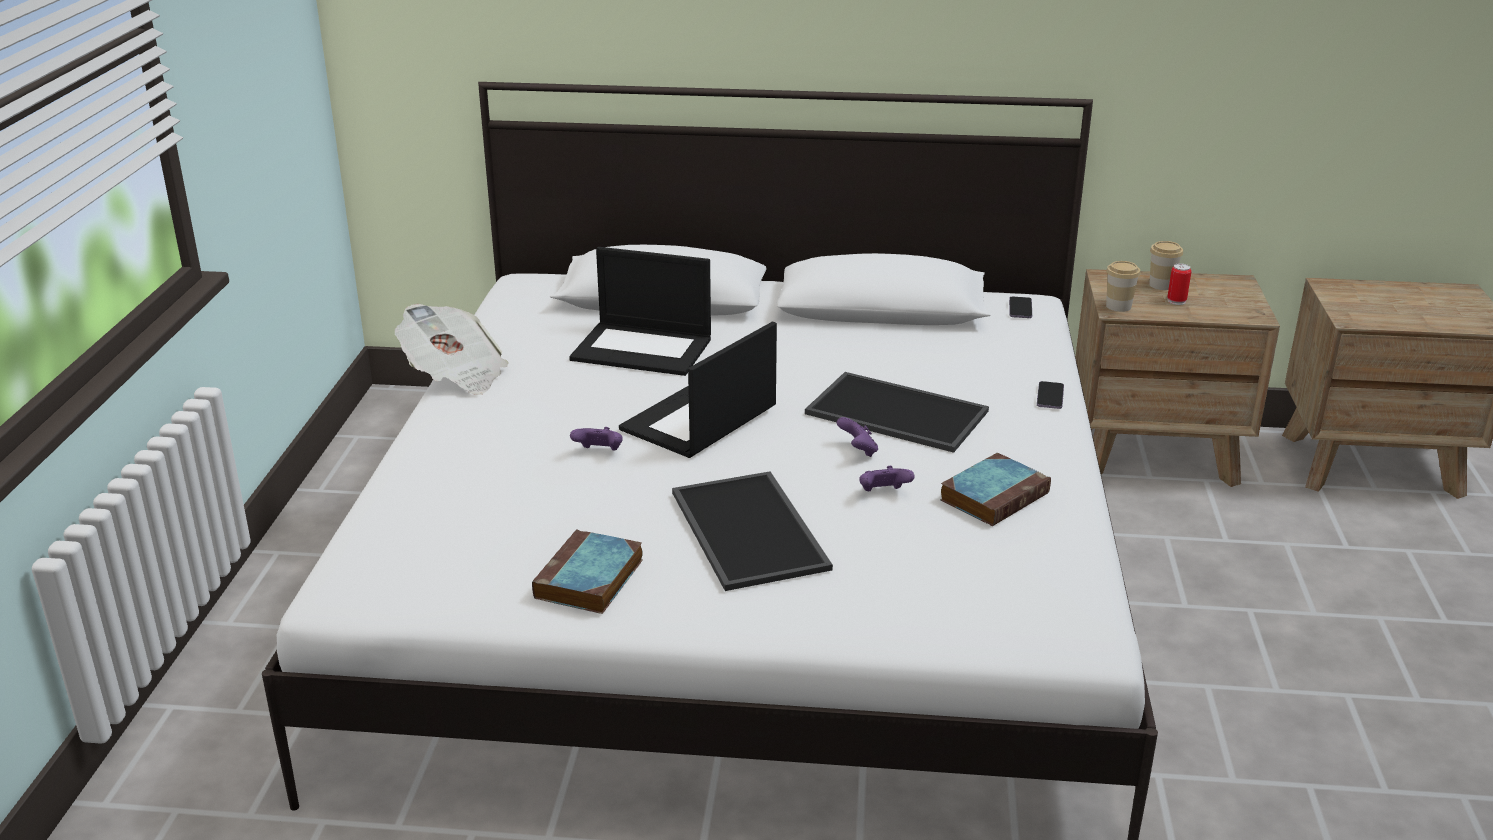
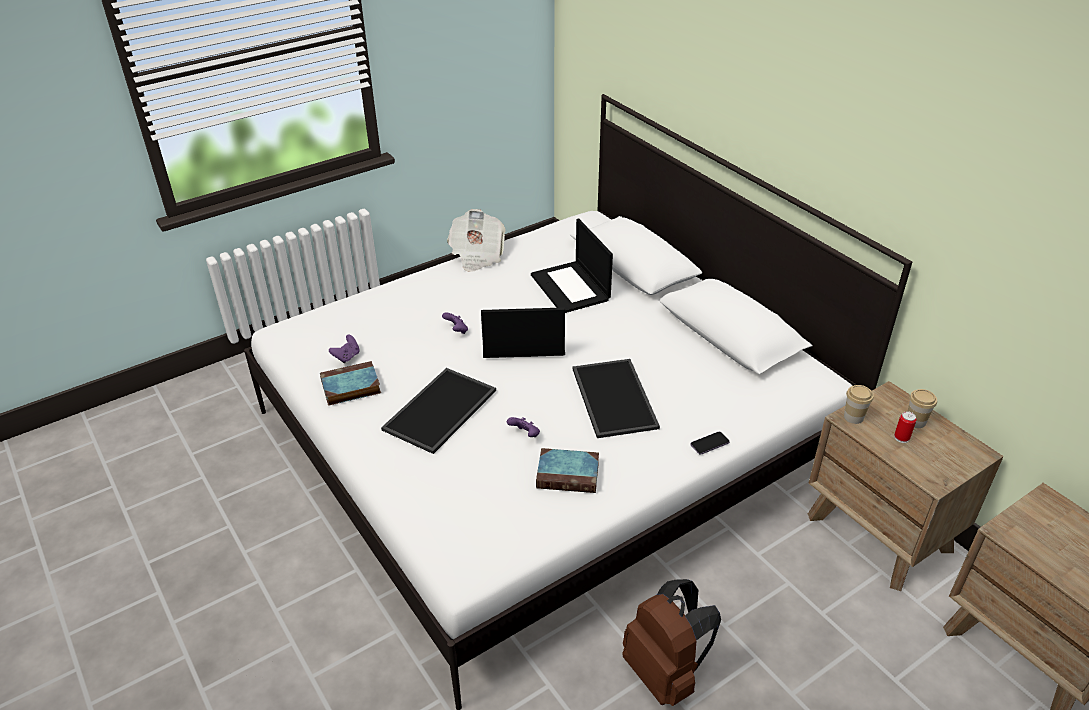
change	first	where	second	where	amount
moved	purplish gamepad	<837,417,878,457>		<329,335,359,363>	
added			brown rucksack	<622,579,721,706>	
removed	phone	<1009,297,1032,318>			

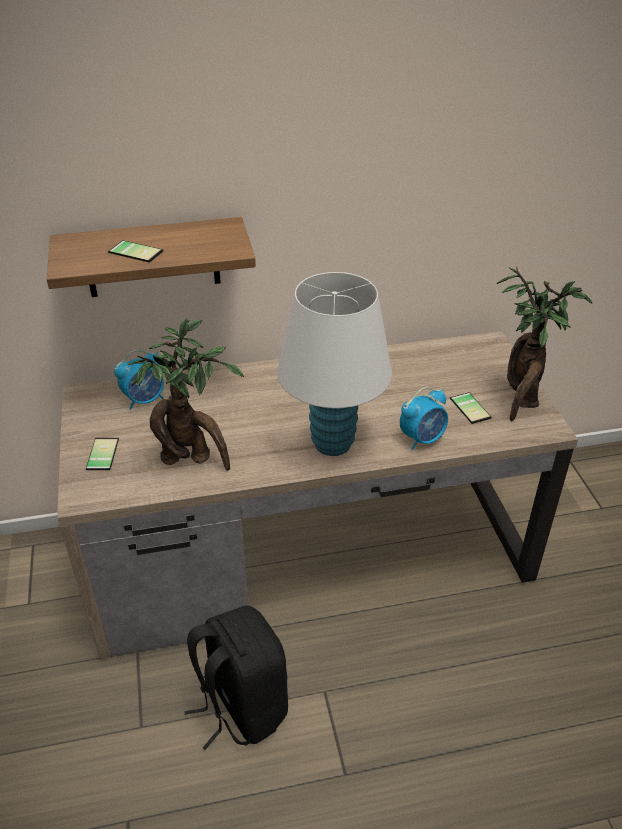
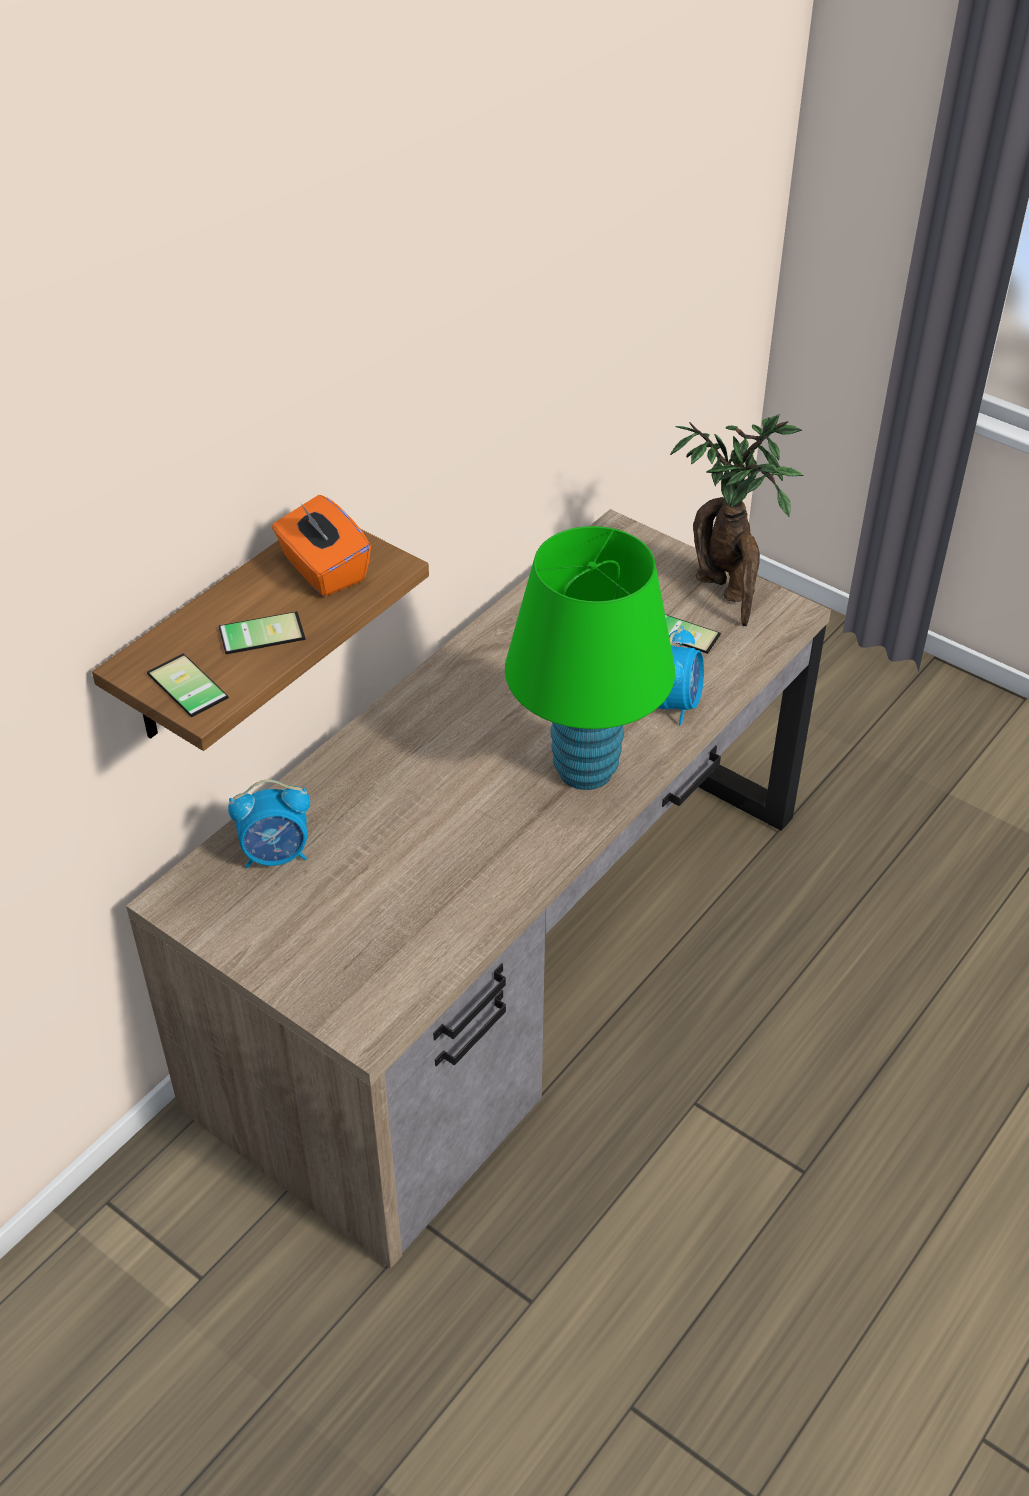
change	first	where	second	where	amount
moved	phone	<86,438,119,470>		<147,653,229,718>	
turned	table clock	<114,350,164,410>		<228,779,310,869>	60 degrees clockwise
added			orange box of tissues	<272,495,371,596>	
recoloured	white-coloured tabletop lamp	<277,272,392,456>	green-coloured tabletop lamp	<505,526,675,790>	
removed	potted plant	<128,317,244,471>			
removed	black rucksack	<184,605,288,750>			

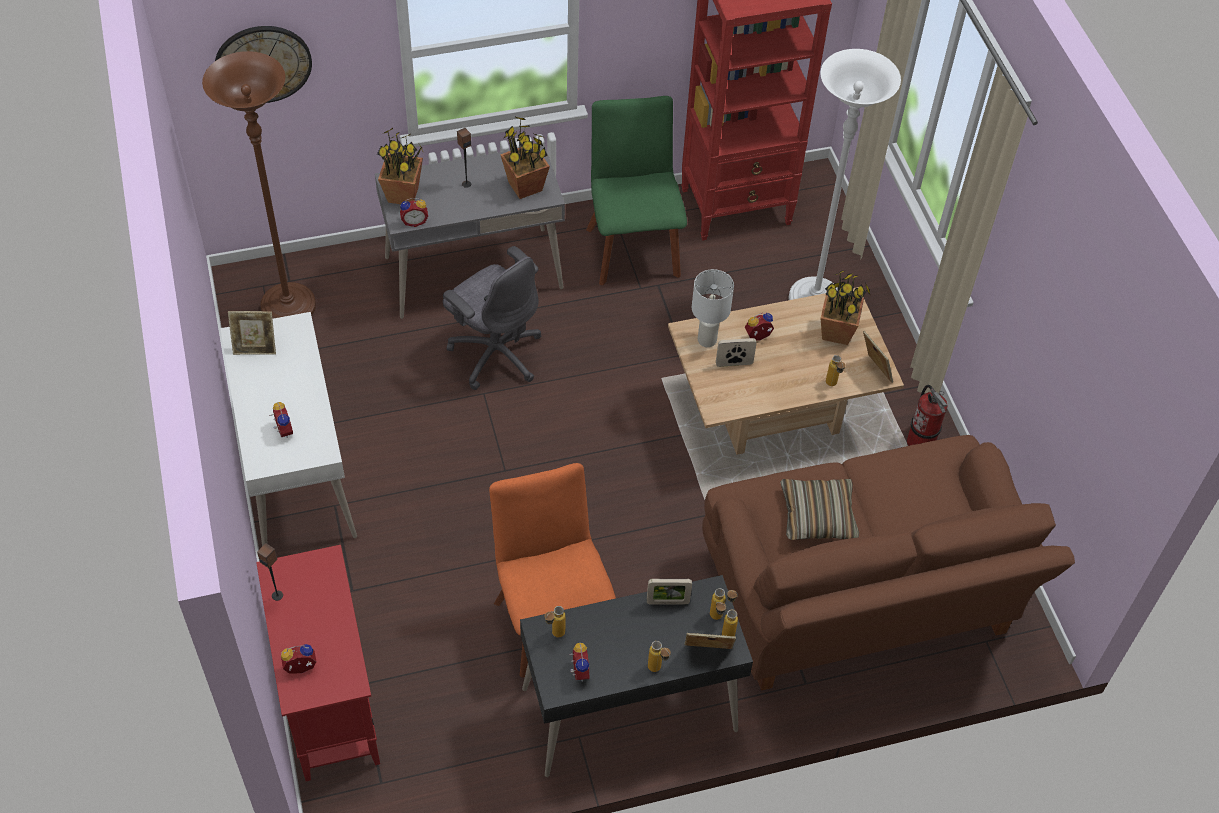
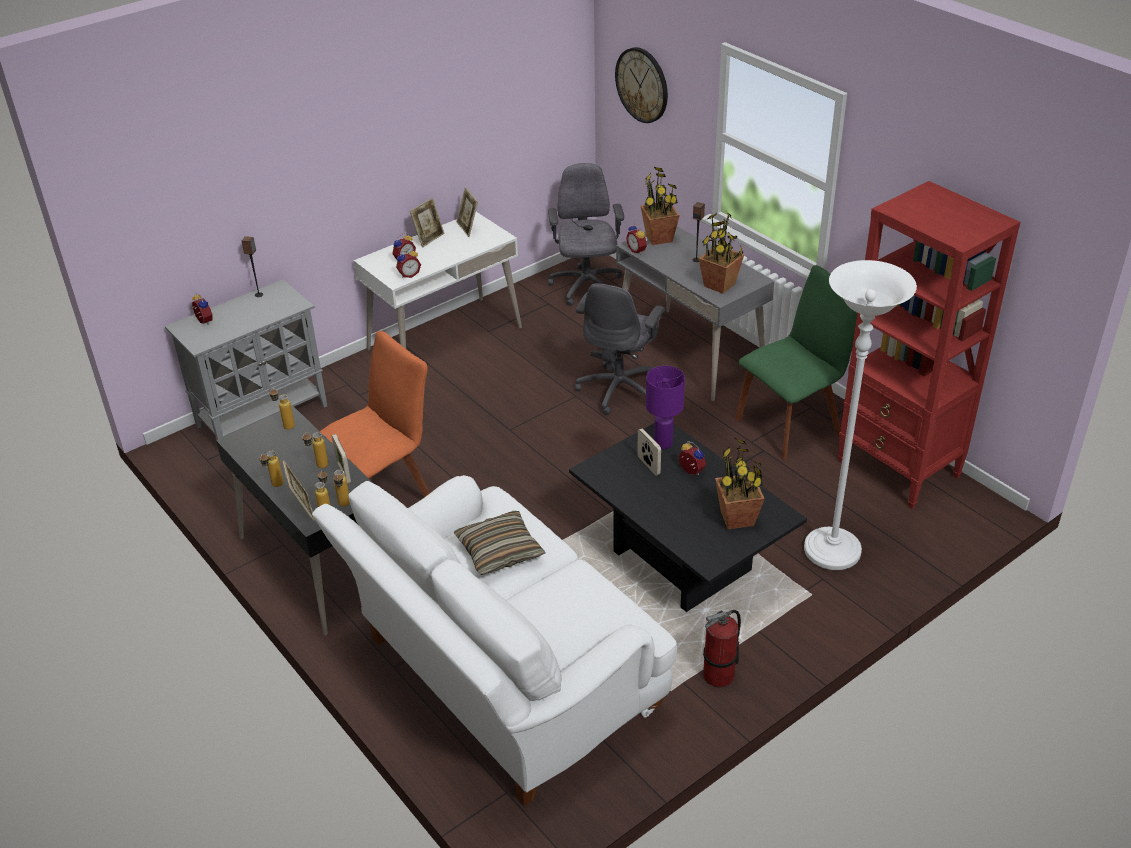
change	first	where	second	where	amount
recoloured	red-coloured cabinet	<256,545,380,781>	greyish cabinet	<165,280,327,440>	
moved	beverage bottle	<826,355,845,386>		<302,432,328,468>	
recoloured	brown sofa	<702,435,1075,691>	white-coloured sofa	<312,475,677,806>	
moved	table clock	<569,643,589,682>		<396,248,421,278>	
moved	photo frame	<863,331,893,383>		<410,198,444,247>	
replaced	brown standard lamp	<202,51,316,319>	greyish office chair	<548,163,624,306>	
recoloured	sand-coloured low table	<668,287,904,455>	black low table	<569,423,807,612>	
recoloured	white-coloured tabletop lamp	<692,269,734,347>	purplish tabletop lamp	<646,366,685,449>	

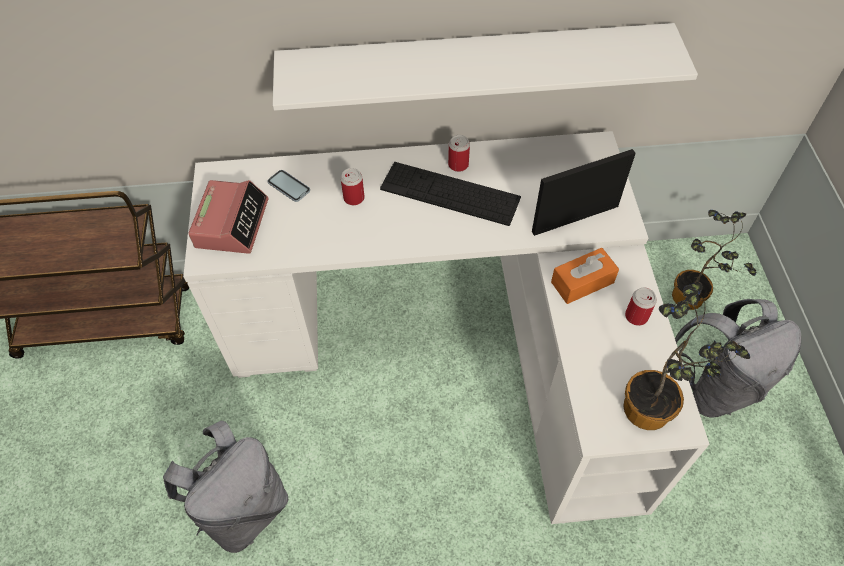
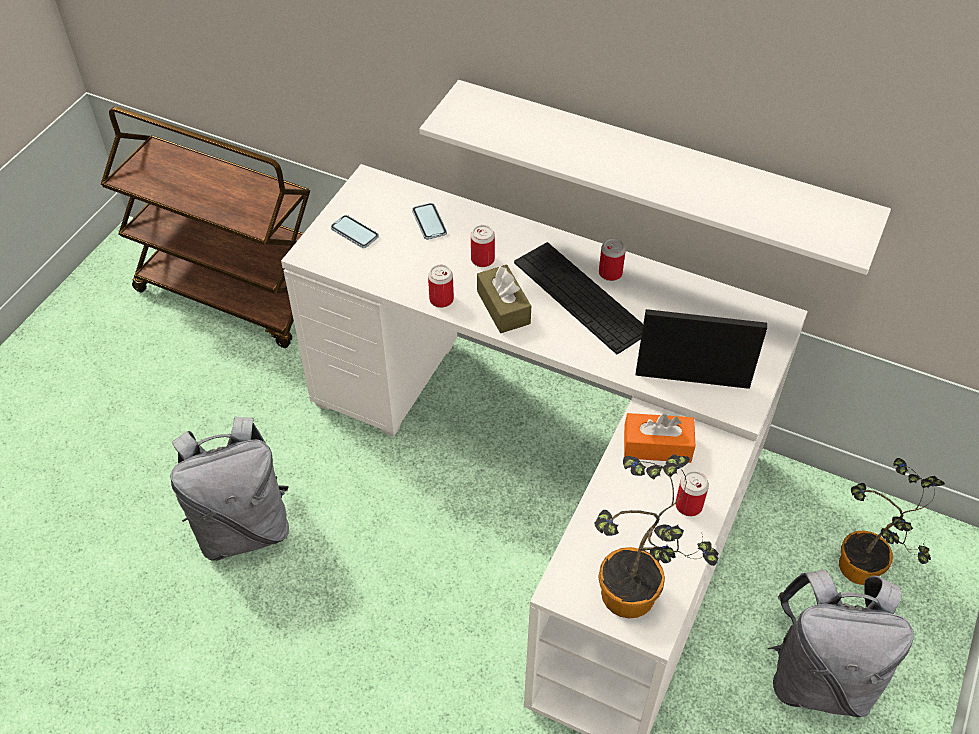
change	first	where	second	where	amount
replaced	table clock	<188,180,269,254>	phone	<331,215,379,248>	
added			metal can	<428,265,454,308>	
added			brown box of tissues	<477,265,531,333>	

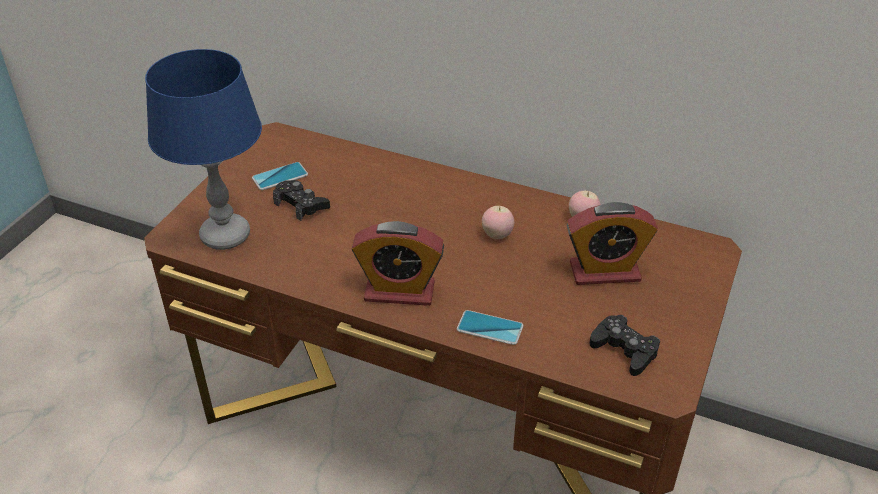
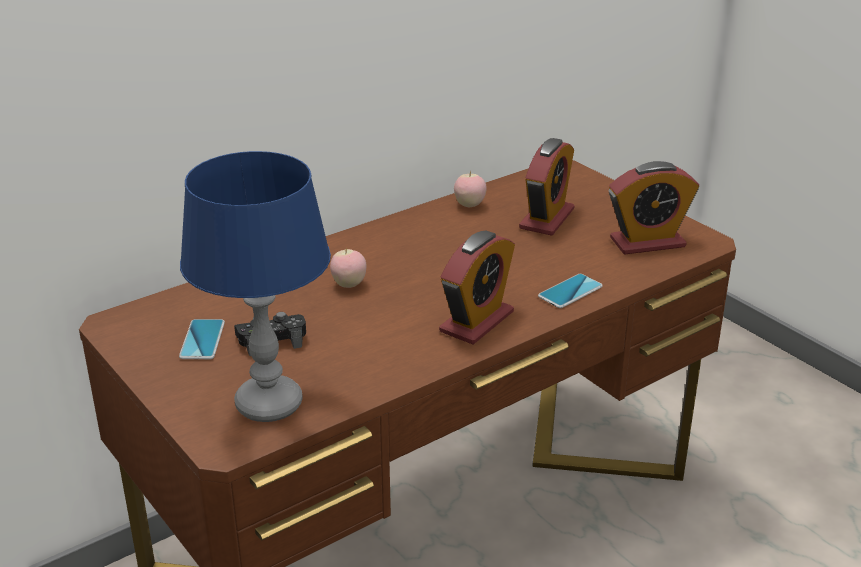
change	first	where	second	where	amount
moved	apple	<482,206,514,239>		<330,247,366,288>	
replaced	black gamepad	<589,315,660,376>	table clock	<609,161,699,255>	

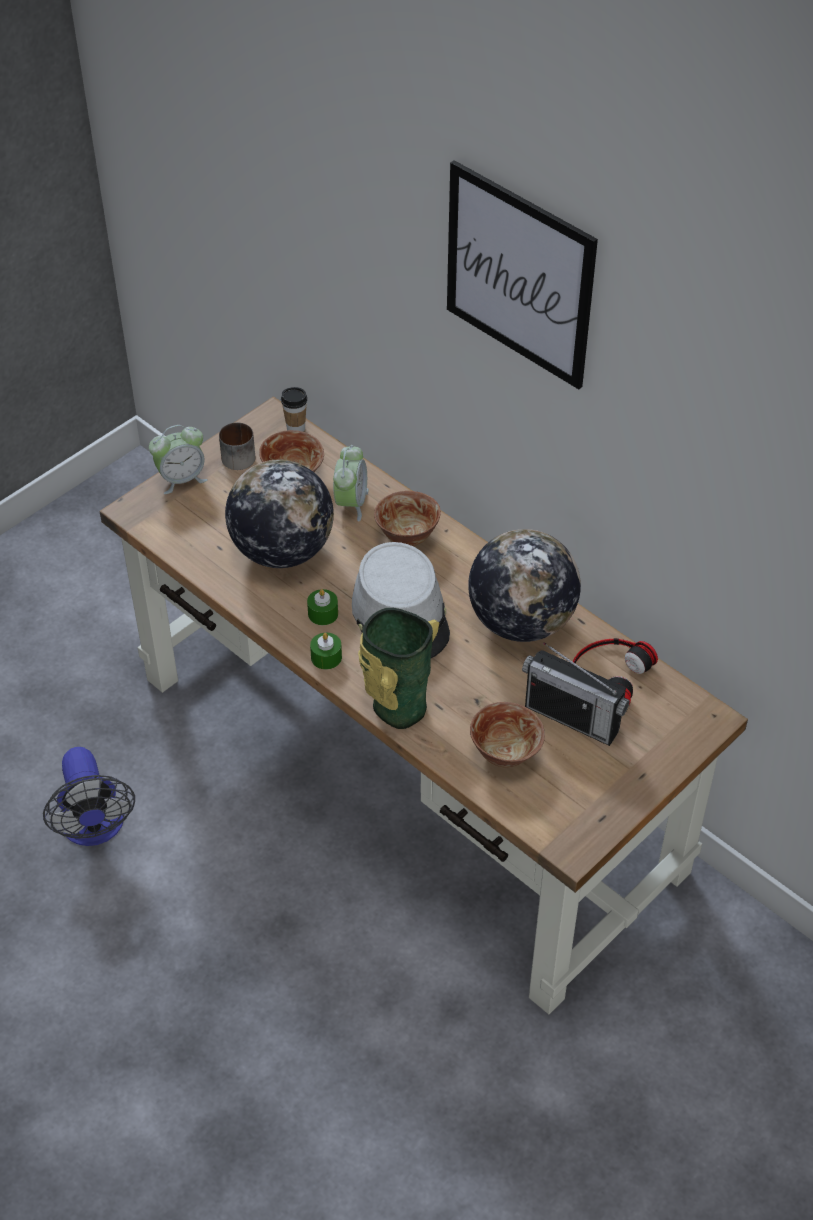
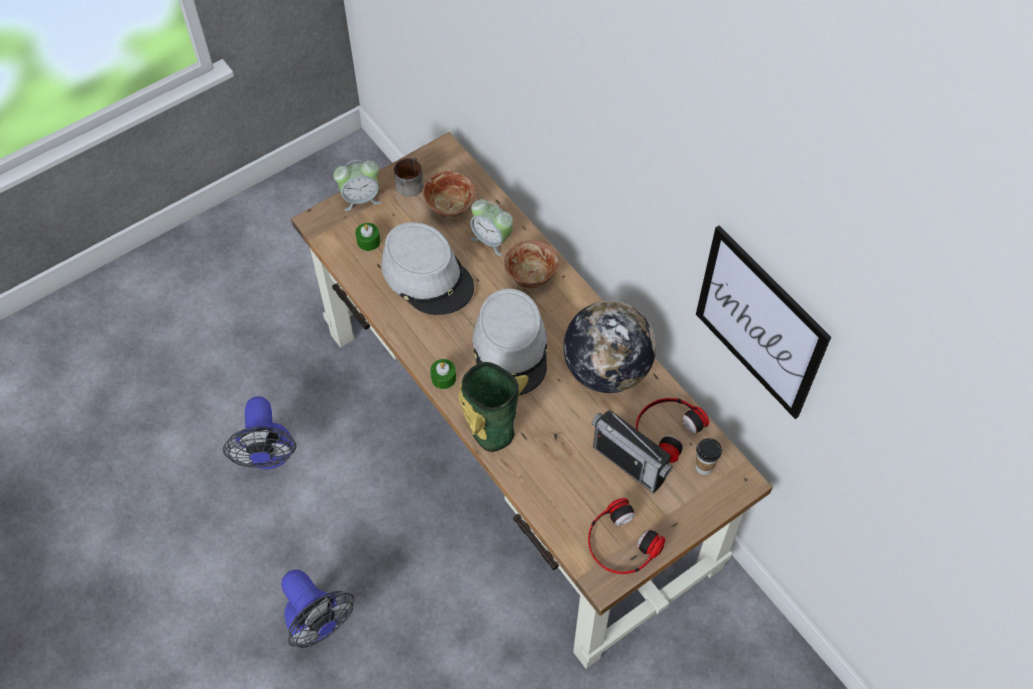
change	first	where	second	where	amount
added			fan	<281,570,354,648>	
moved	green-coloured candle	<307,589,338,625>		<355,223,380,251>	
replaced	desk globe	<225,460,334,568>	greyish hat	<381,222,474,315>	
turned	table clock	<333,445,369,521>		<470,199,513,256>	105 degrees clockwise
added			headset	<588,498,665,574>	
moved	small cup	<281,387,307,432>		<695,438,722,475>	
moved	wall art	<447,160,598,389>		<696,225,831,419>	
removed	bowl	<470,702,545,768>			

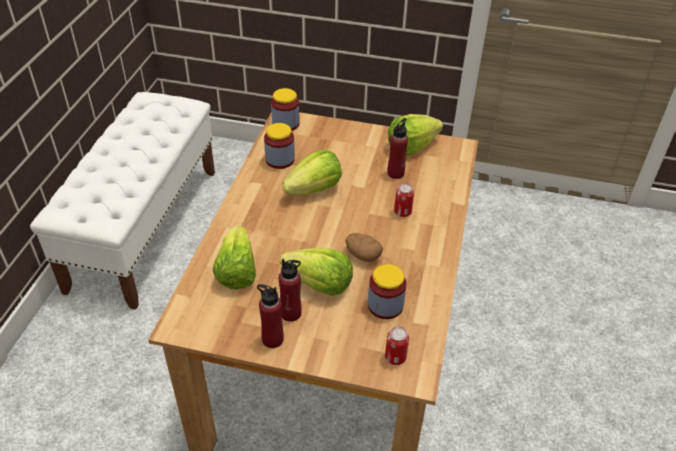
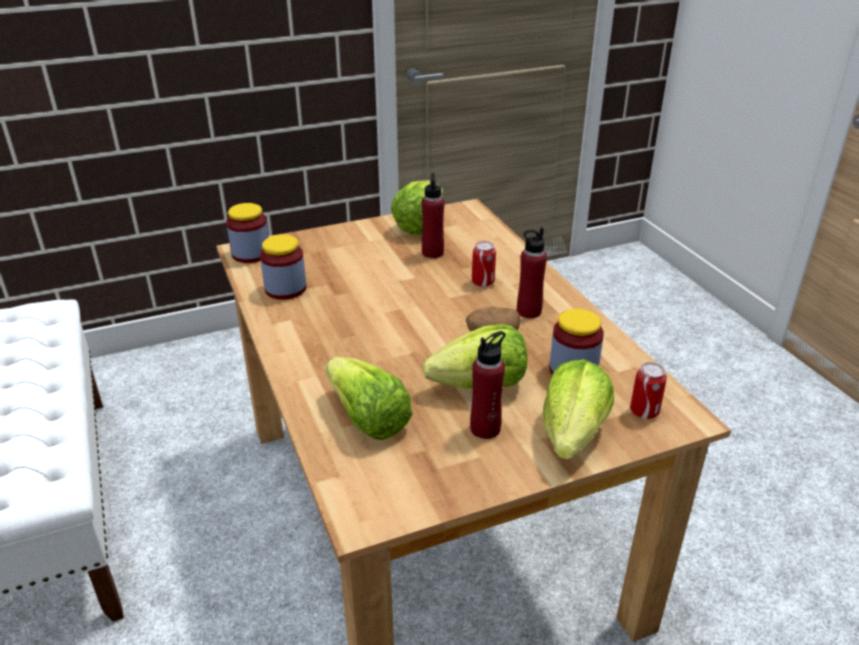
change	first	where	second	where	amount
moved	red-coloured beverage bottle	<257,284,284,348>		<517,227,547,318>	
moved	head of lettuce	<282,150,342,195>		<543,359,614,459>	

